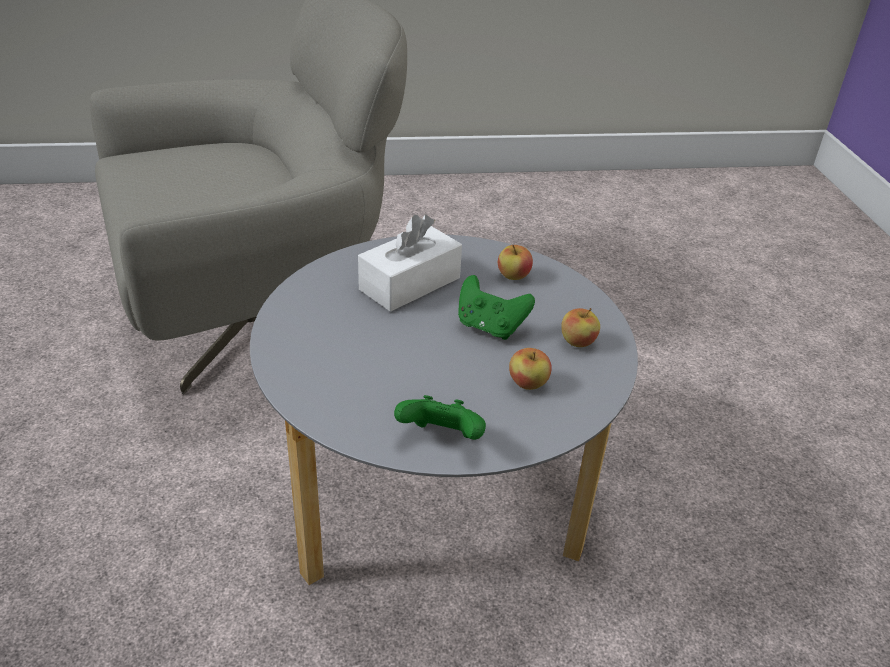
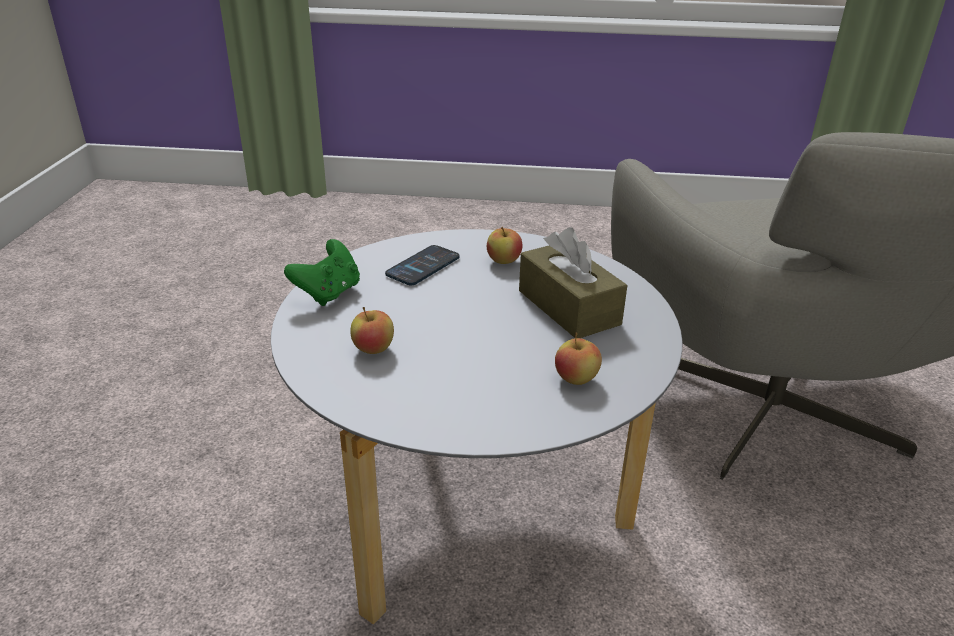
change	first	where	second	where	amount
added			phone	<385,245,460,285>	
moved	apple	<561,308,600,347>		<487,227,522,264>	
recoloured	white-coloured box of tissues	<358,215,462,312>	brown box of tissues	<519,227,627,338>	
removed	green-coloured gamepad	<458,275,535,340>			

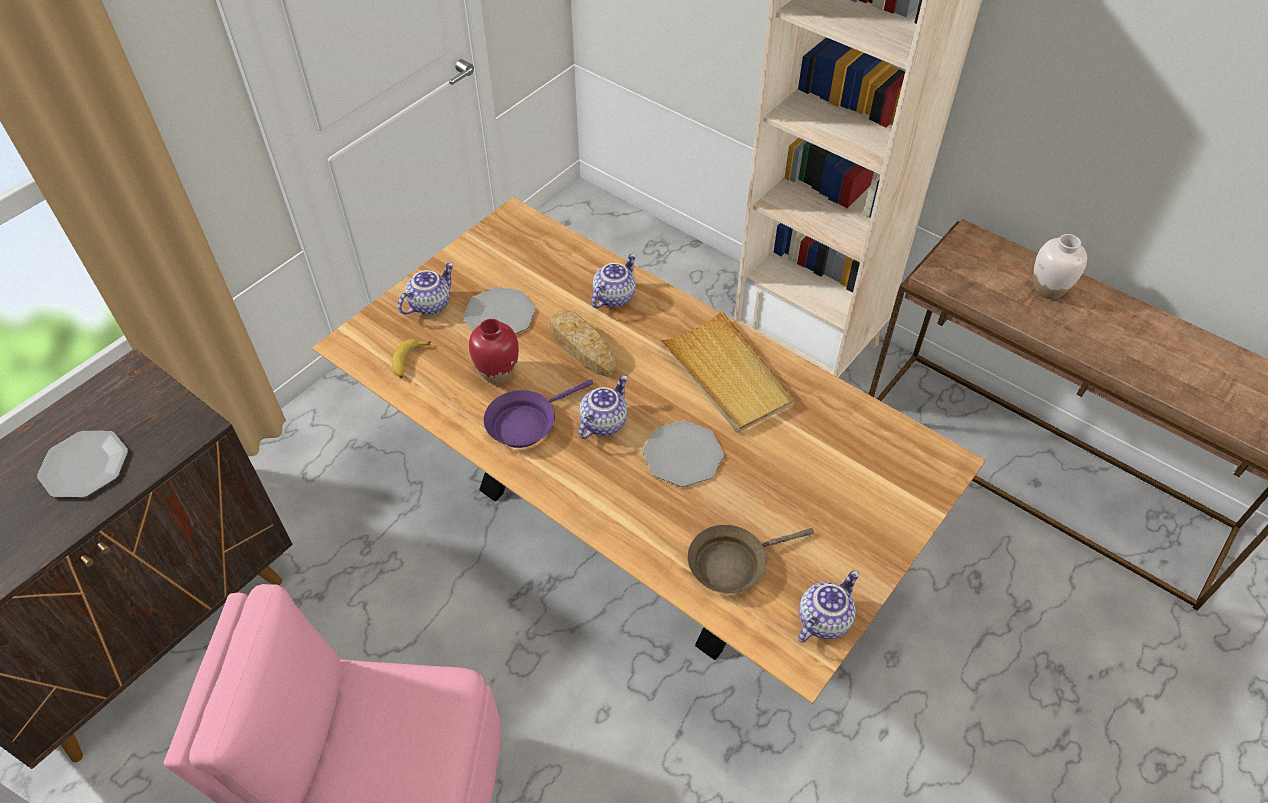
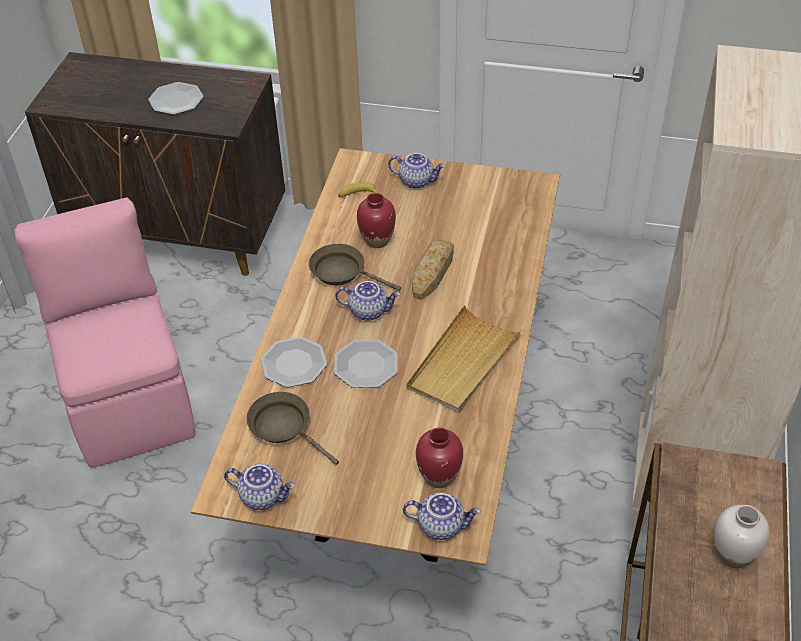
change	first	where	second	where	amount
moved	plate	<463,287,536,334>		<261,337,327,387>	
recoloured	purplish frying pan	<484,379,593,448>	brown frying pan	<309,244,401,291>	
moved	tea pot	<591,254,636,308>		<403,492,481,540>	
added			red-coloured vase	<416,427,463,488>	

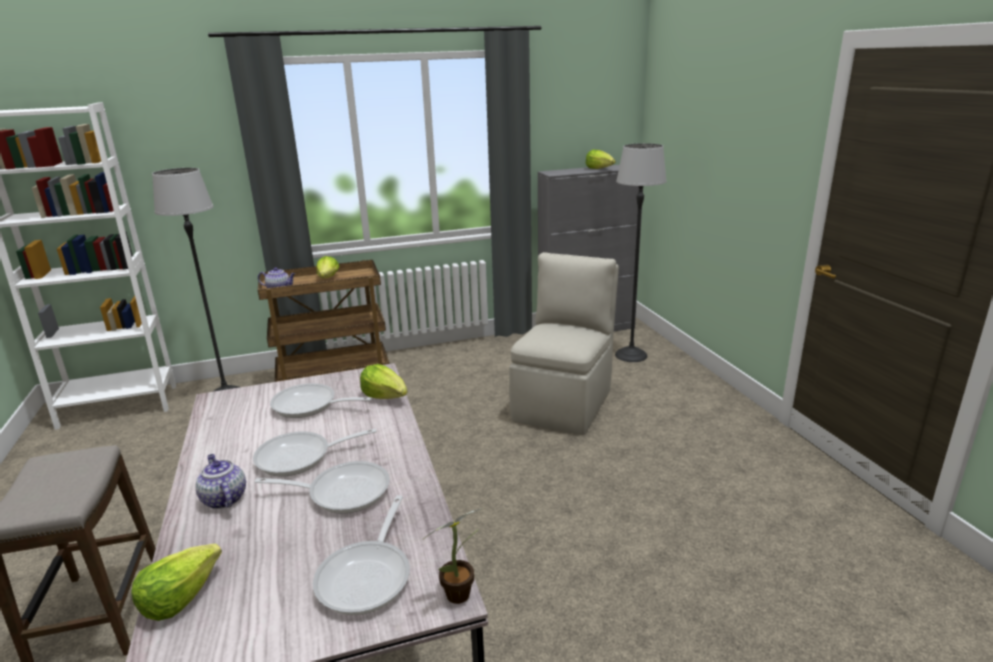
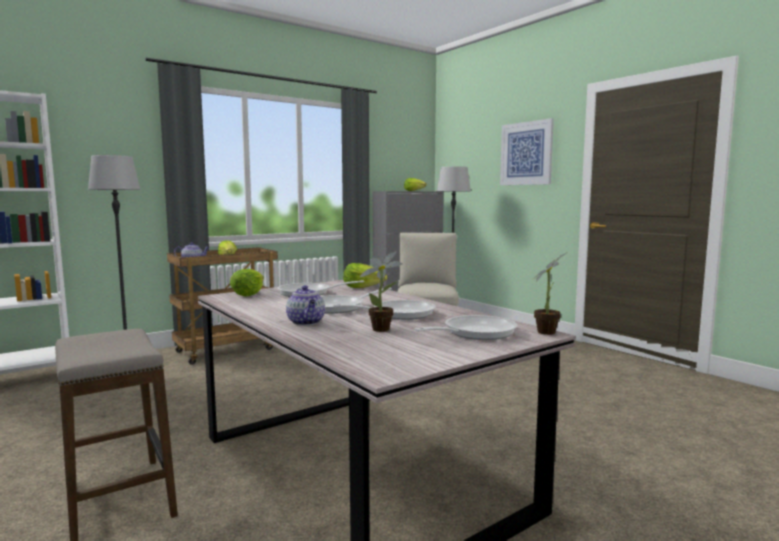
change	first	where	second	where	amount
moved	head of lettuce	<132,544,222,621>		<230,269,264,297>	
turned	tea pot	<196,454,246,509>		<286,285,325,326>	150 degrees counterclockwise
added			potted plant	<360,251,402,332>	
turned	frying pan	<313,495,410,615>		<414,315,517,340>	120 degrees counterclockwise
added			wall art	<500,118,554,185>	

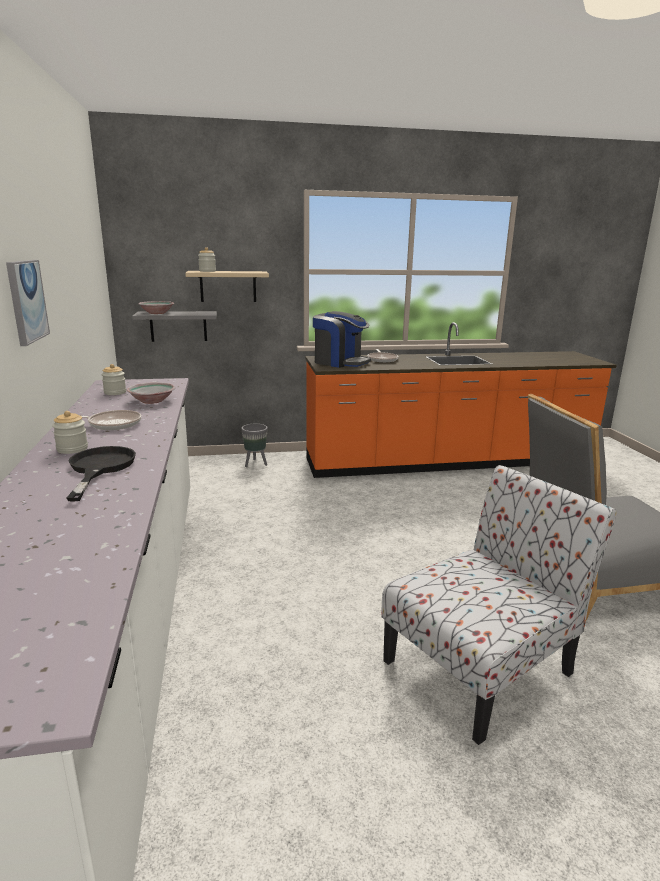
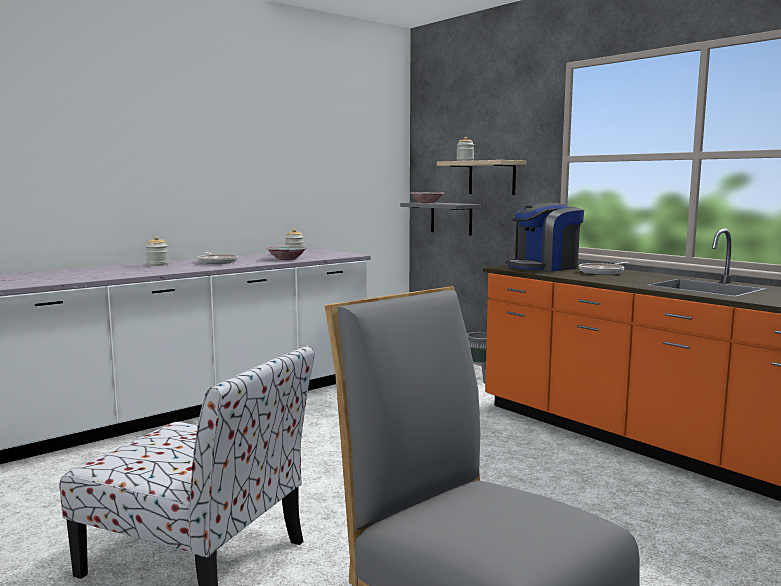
change	first	where	second	where	amount
turned	coffee machine	<313,311,371,368>		<505,203,584,272>	60 degrees clockwise
removed	wall art	<6,260,50,346>			
removed	black frying pan	<66,446,136,501>			

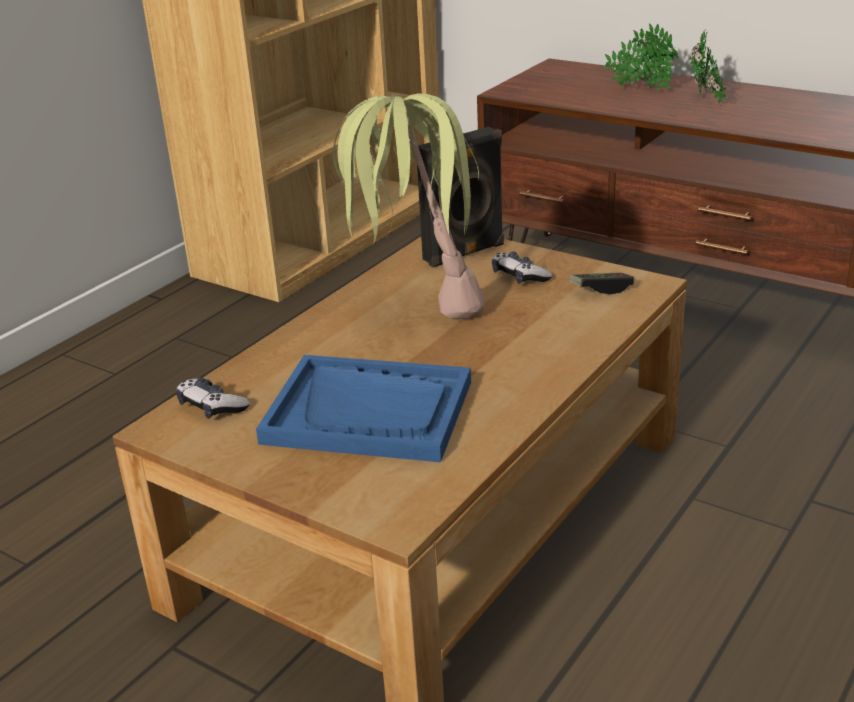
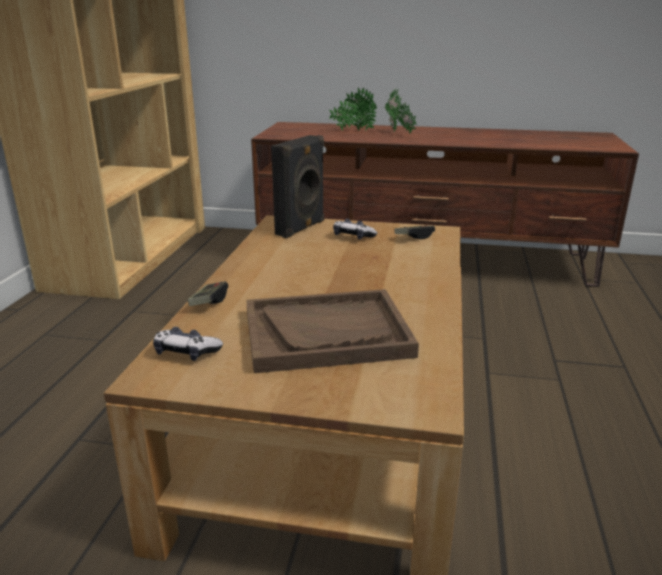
change	first	where	second	where	amount
added			gamepad	<187,281,228,306>	
recoloured	bluish carrying tray	<256,355,471,462>	brown carrying tray	<246,289,419,373>	
removed	potted plant	<333,93,484,319>			

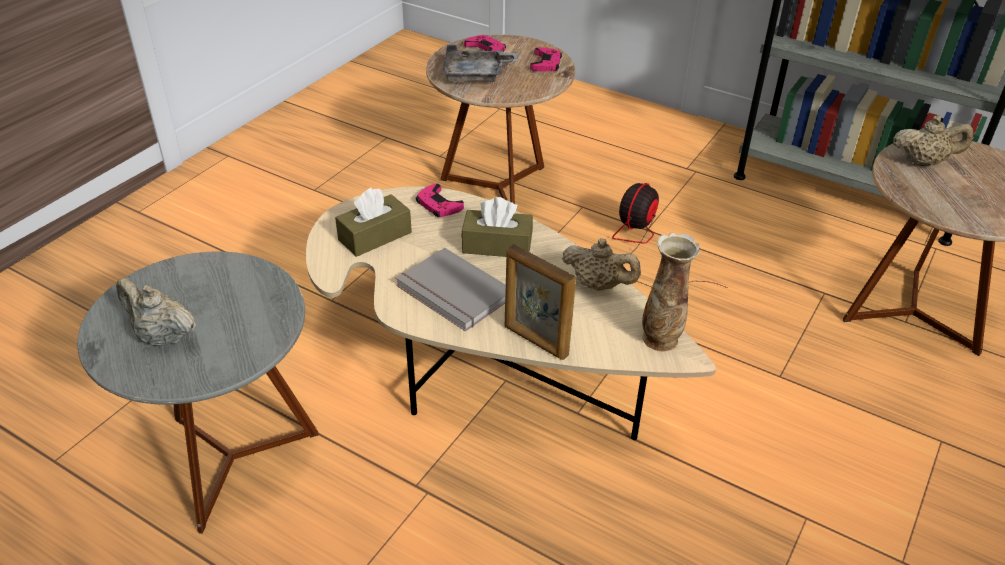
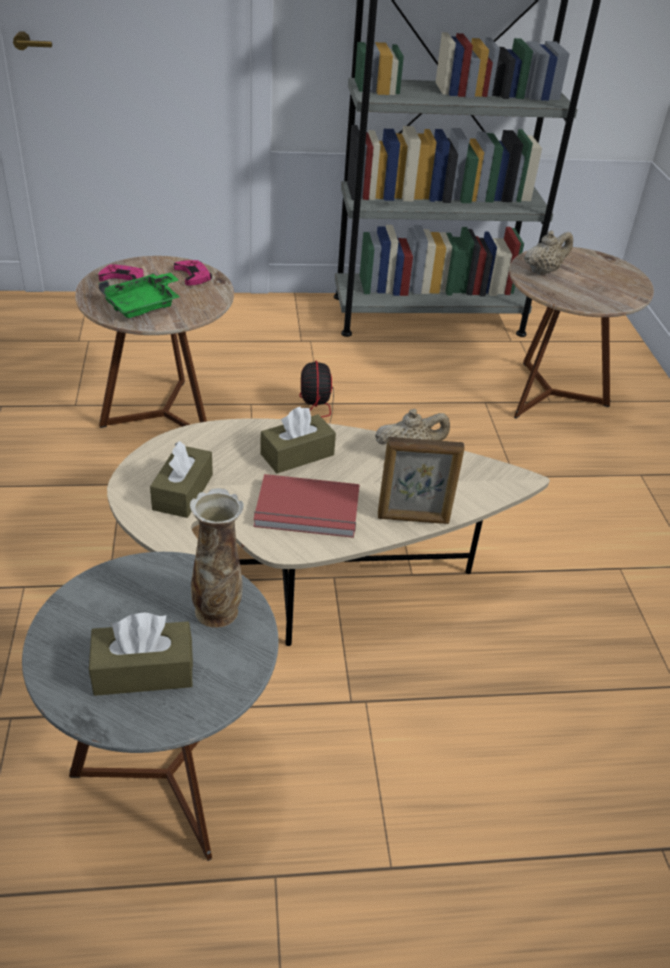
change	first	where	second	where	amount
replaced	sand-coloured tea pot	<116,278,196,347>	brown box of tissues	<89,613,193,696>	
recoloured	greyish carrying tray	<441,45,518,82>	green-coloured carrying tray	<98,273,180,318>	
moved	vase	<642,233,700,352>		<190,488,244,628>	
recoloured	greyish bound book	<396,247,506,332>	red-coloured bound book	<253,474,360,538>	
removed	pink gamepad	<416,184,464,217>			

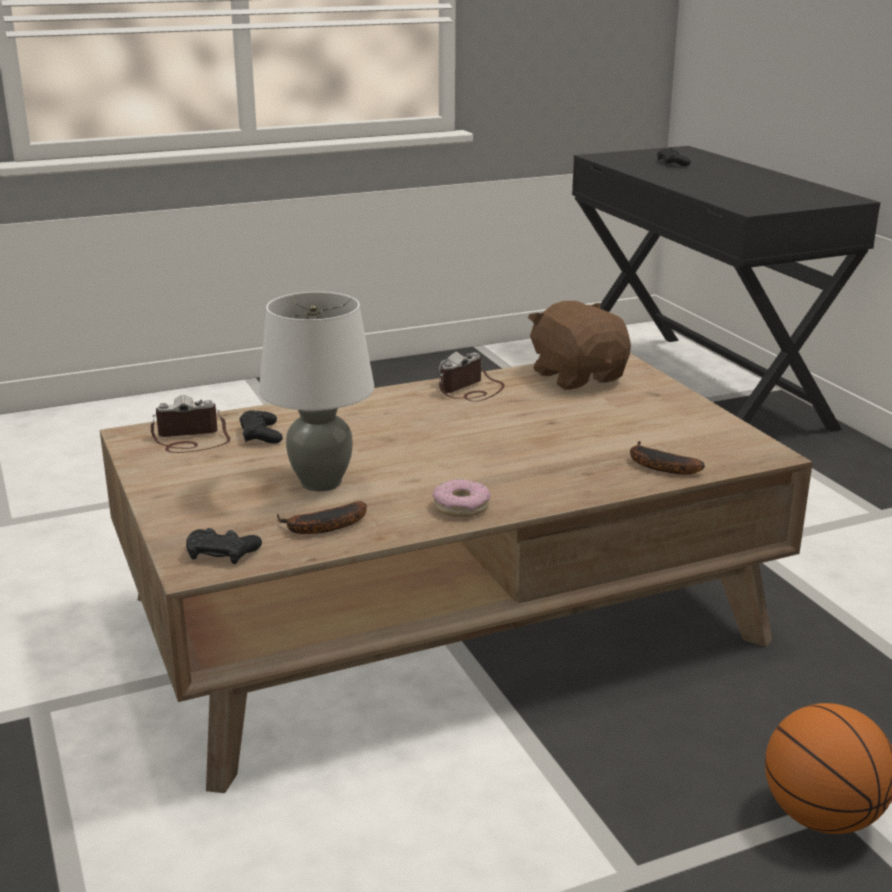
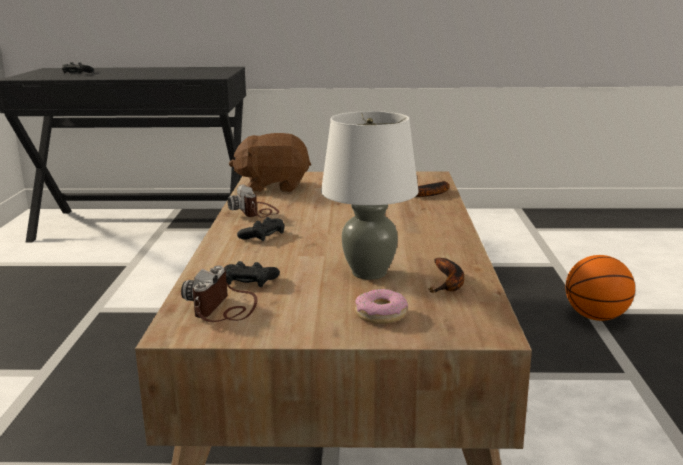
change	first	where	second	where	amount
moved	black gamepad	<186,528,262,564>		<237,217,285,241>	
moved	doughnut	<432,479,491,517>		<355,289,408,324>	

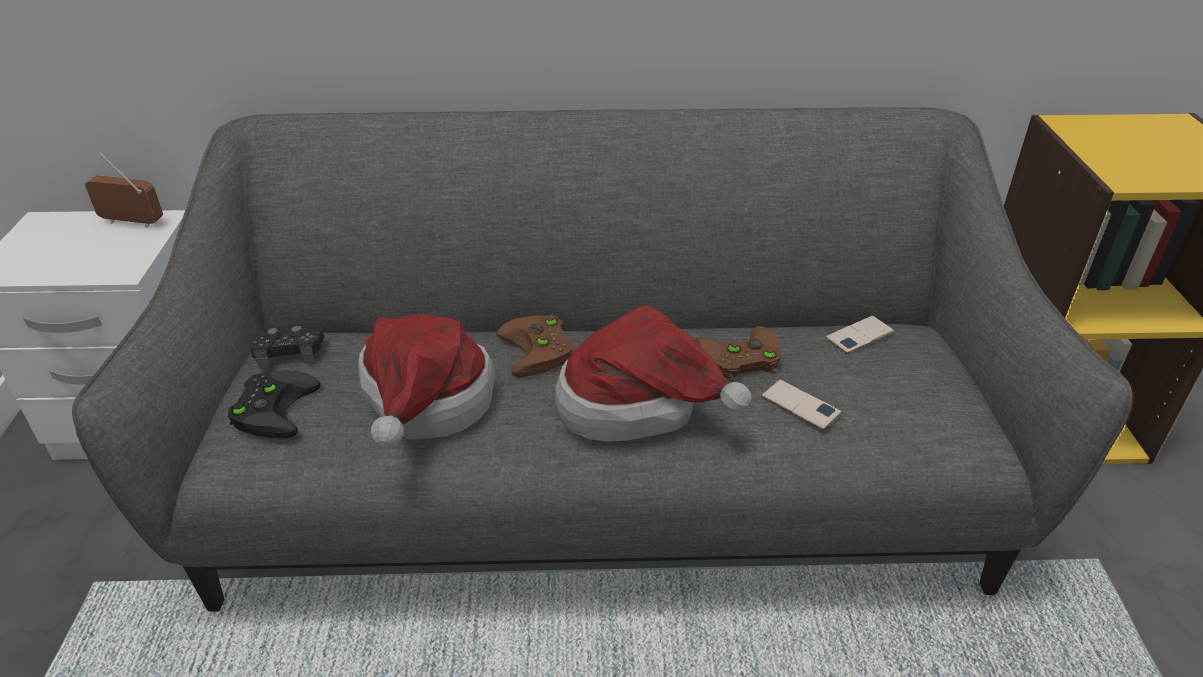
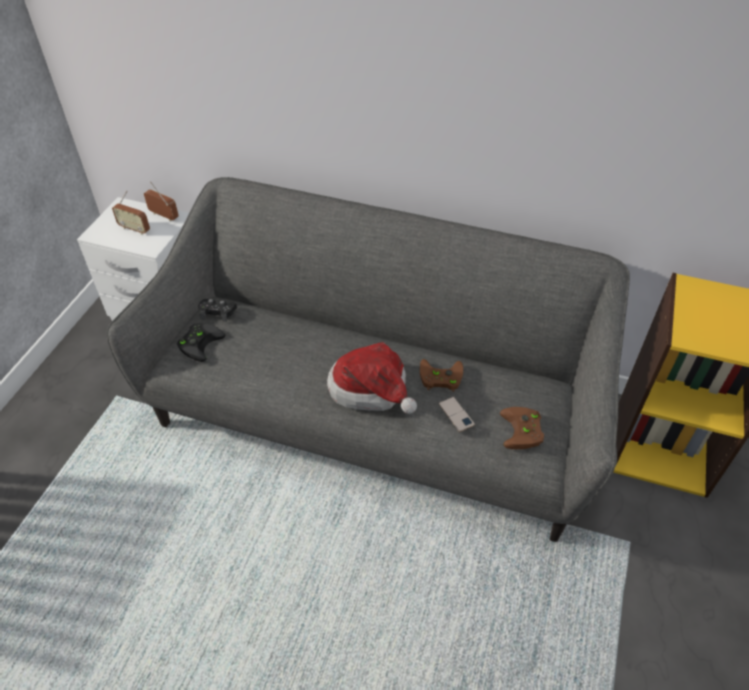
change	first	where	second	where	amount
added			radio	<112,191,150,235>	
moved	brown gamepad	<496,315,573,377>		<500,407,544,449>	
removed	hat	<358,314,496,448>			
removed	phone	<825,316,895,354>			

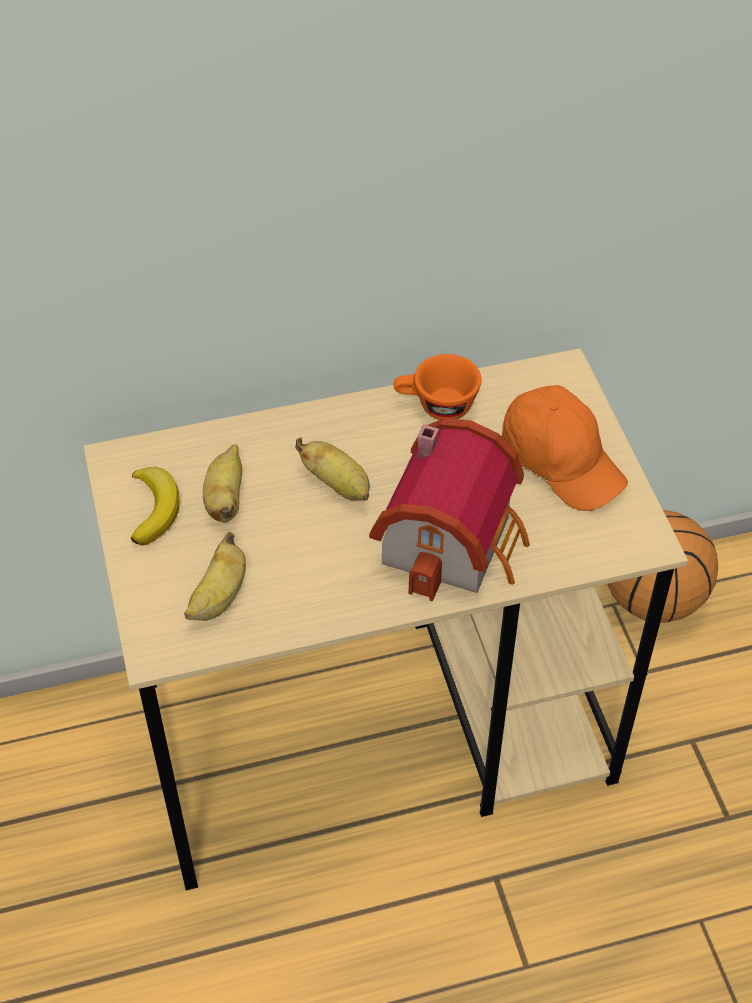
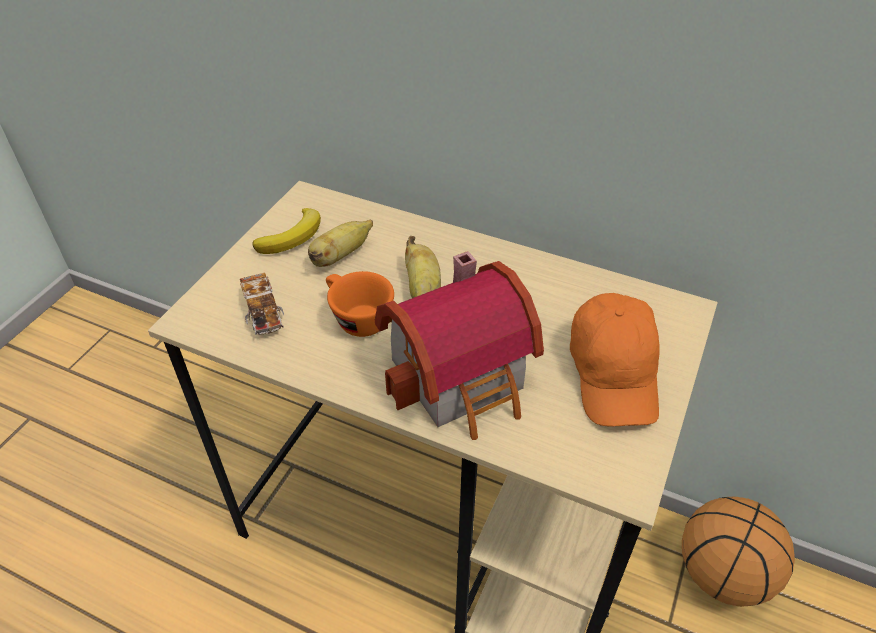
change	first	where	second	where	amount
replaced	whole banana	<184,532,246,621>	model car	<240,273,284,335>	
moved	orange small cup	<393,354,481,420>		<326,271,394,337>	

